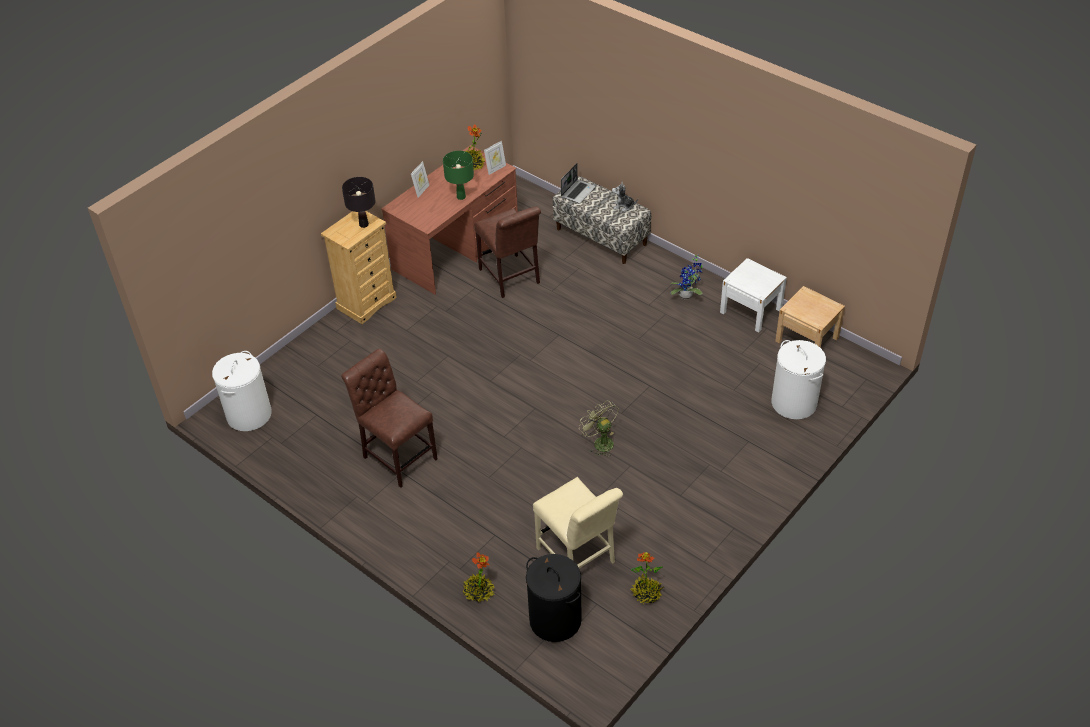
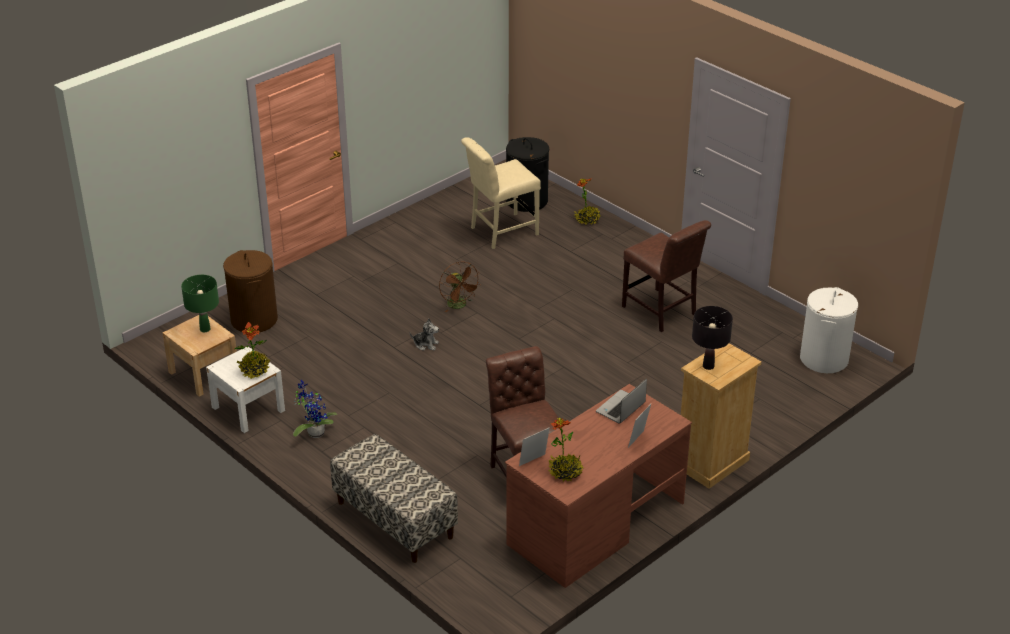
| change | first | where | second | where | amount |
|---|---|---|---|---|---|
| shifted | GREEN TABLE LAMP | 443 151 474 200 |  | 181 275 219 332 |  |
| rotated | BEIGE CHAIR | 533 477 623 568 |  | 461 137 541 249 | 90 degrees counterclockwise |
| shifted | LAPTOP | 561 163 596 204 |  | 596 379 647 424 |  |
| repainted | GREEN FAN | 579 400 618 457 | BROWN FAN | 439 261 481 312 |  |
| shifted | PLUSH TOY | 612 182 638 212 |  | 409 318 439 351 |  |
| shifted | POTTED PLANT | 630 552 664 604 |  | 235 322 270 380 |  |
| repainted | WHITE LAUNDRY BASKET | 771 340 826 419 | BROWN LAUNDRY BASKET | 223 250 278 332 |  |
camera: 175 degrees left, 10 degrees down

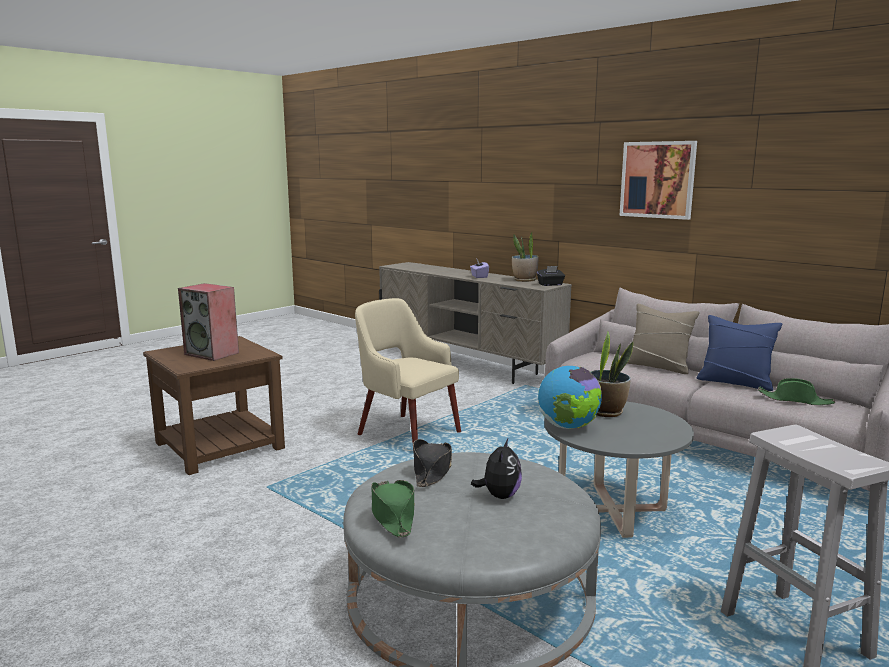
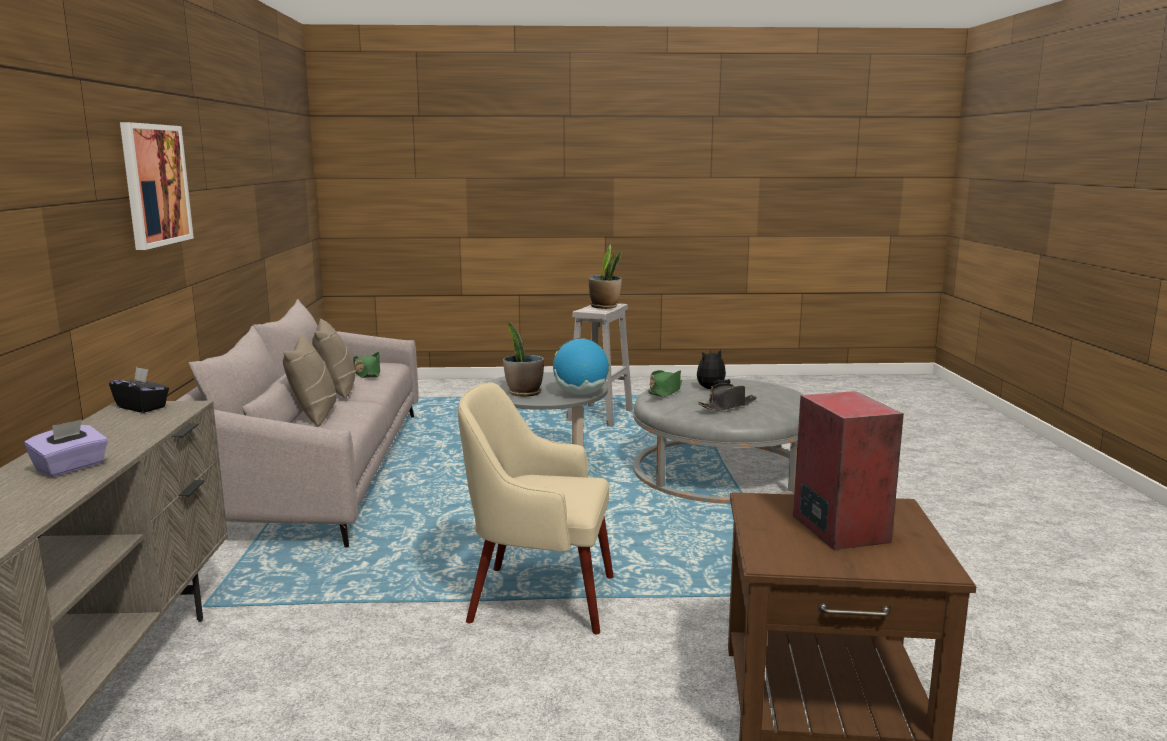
| change | first | where | second | where | amount |
|---|---|---|---|---|---|
| rotated | BEIGE ARMCHAIR | 355 298 461 452 |  | 458 382 614 634 | 105 degrees clockwise |
| shifted | GREEN HAT | 371 480 415 538 |  | 648 370 682 397 |  |
| shifted | POTTED PLANT | 512 232 538 282 |  | 589 244 622 309 |  |
| repainted | BLUE PILLOW | 697 315 782 391 | BEIGE PILLOW | 312 318 356 399 |  |
camera: 135 degrees left, 0 degrees up

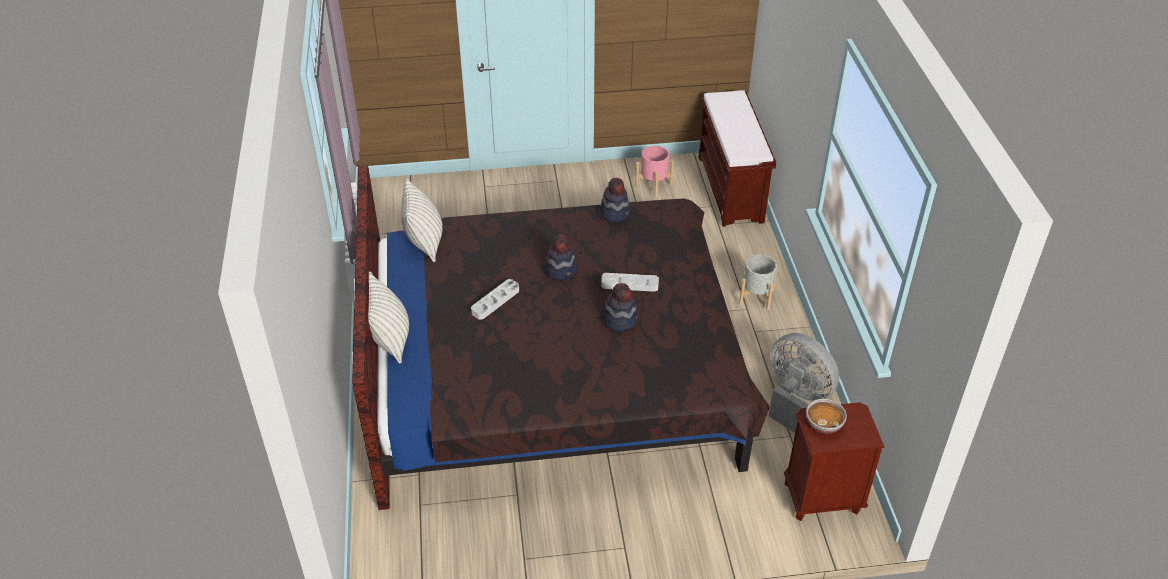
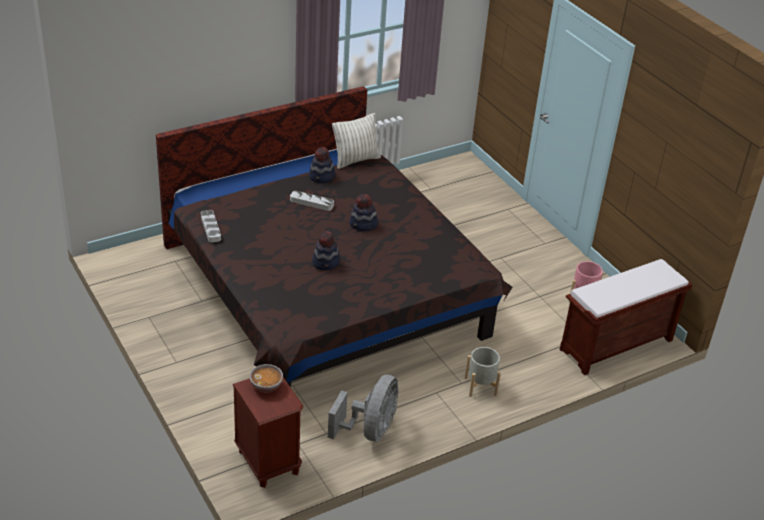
| change | first | where | second | where | amount |
|---|---|---|---|---|---|
| gone | PILLOW | 368 271 409 364 |  |  |  |
| shifted | HAT | 600 178 631 222 |  | 309 147 336 183 |  |
| shifted | GREY TRAY | 601 273 659 292 |  | 201 210 221 242 |  |
camera: 65 degrees right, 5 degrees down

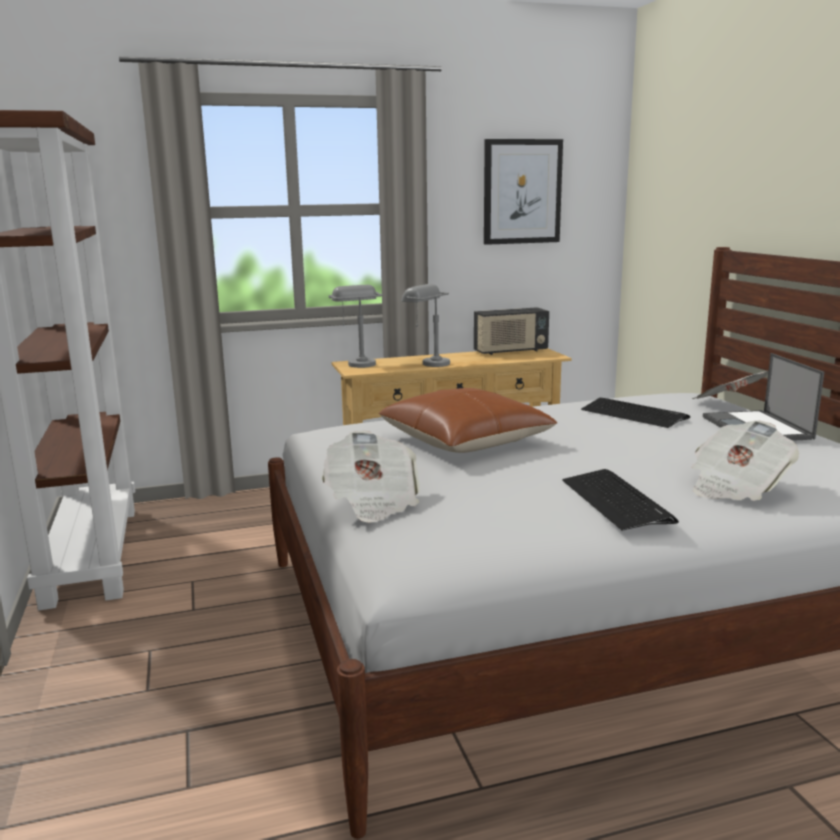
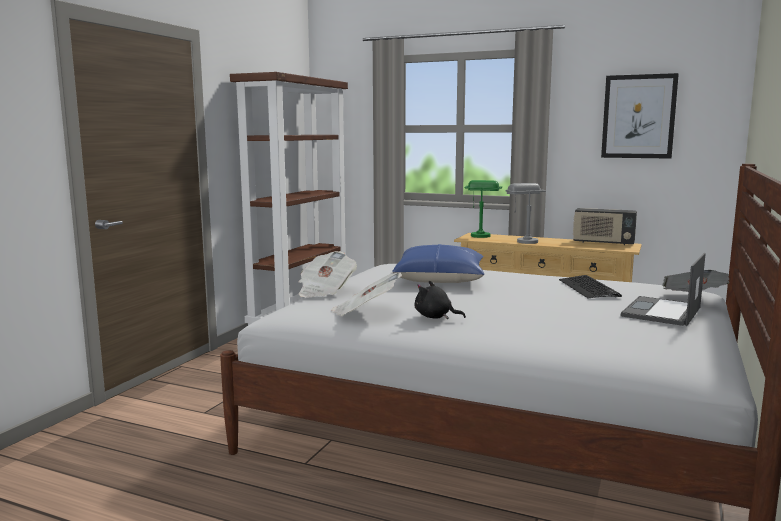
| change | first | where | second | where | amount |
|---|---|---|---|---|---|
| repainted | GREY TABLE LAMP | 329 285 383 368 | GREEN TABLE LAMP | 464 180 502 238 |  |
| repainted | BROWN PILLOW | 379 388 557 453 | BLUE PILLOW | 392 244 484 283 |  |
| swapped | KEYBOARD | 562 469 679 531 | BLACK PLUSH TOY | 415 281 466 319 |  |
| shifted | NEWSPAPER | 692 421 799 501 |  | 331 272 402 316 |  |
camera: 40 degrees right, 5 degrees down

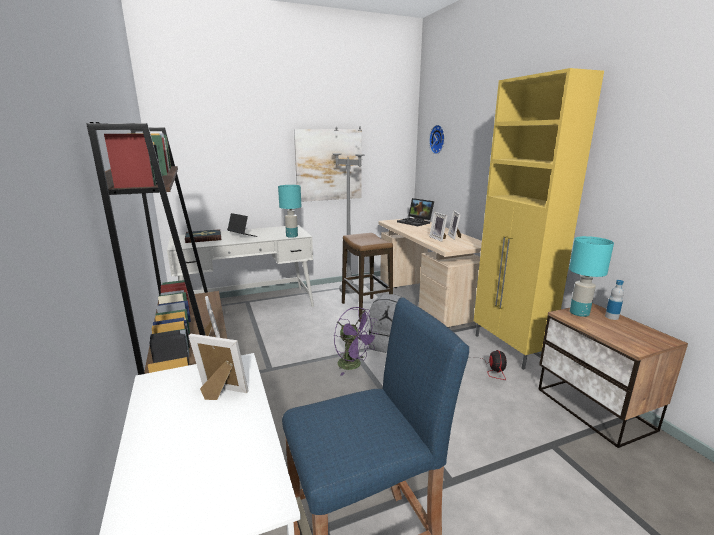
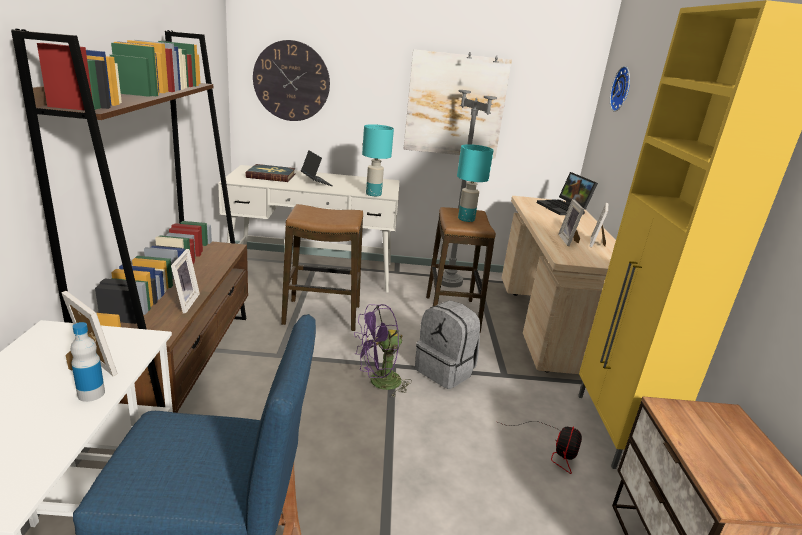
| change | first | where | second | where | amount |
|---|---|---|---|---|---|
| rotated | PURPLE FAN | 334 307 379 376 |  | 354 304 412 397 | 90 degrees clockwise |
| shifted | TURQUOISE TABLE LAMP | 569 236 614 317 |  | 457 144 493 222 |  |
| shifted | BOTTLE | 605 280 624 320 |  | 70 322 105 402 |  |
| new |  |  | WALL CLOCK | 253 40 330 121 |  |
| new |  |  | STOOL | 281 204 363 331 |  |
camera: 20 degrees right, 5 degrees up

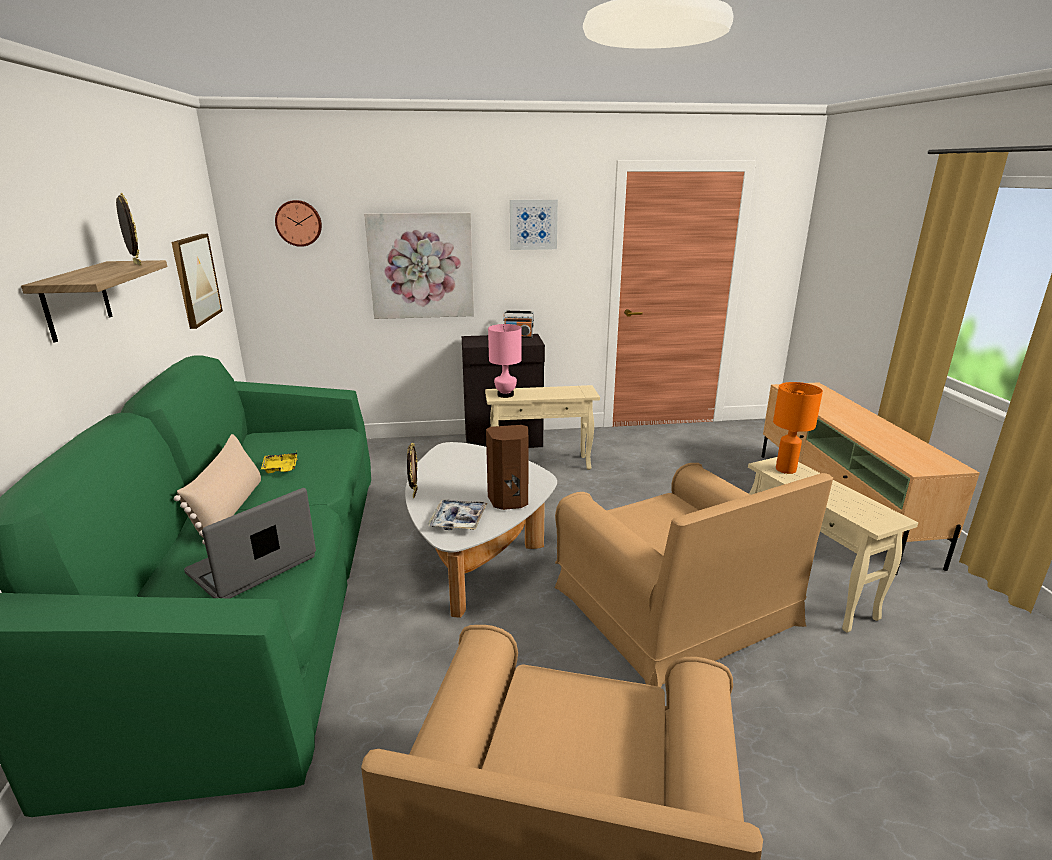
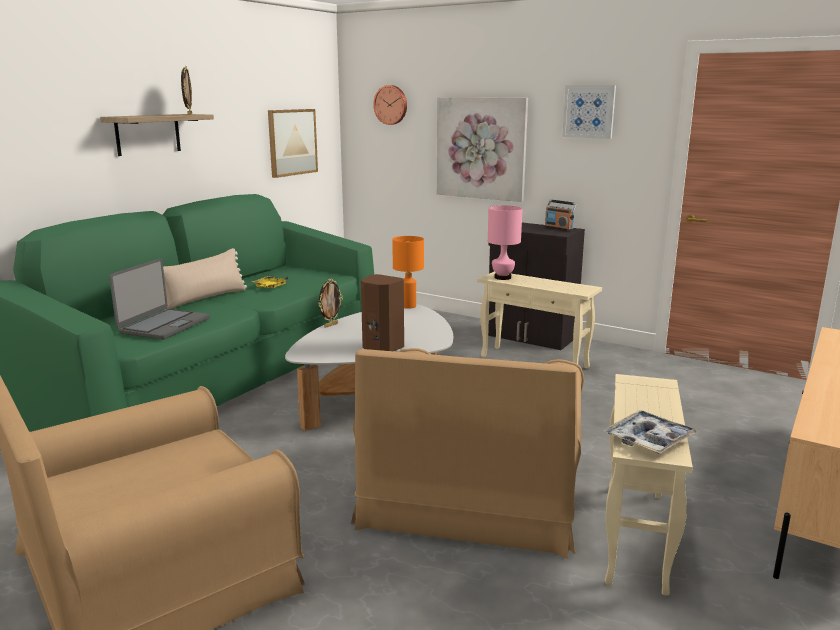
| change | first | where | second | where | amount |
|---|---|---|---|---|---|
| rotated | LAPTOP | 184 488 316 598 |  | 109 258 210 340 | 120 degrees clockwise |
| shifted | TRAY | 428 499 488 530 |  | 604 410 698 454 |  |
| shifted | ORANGE TABLE LAMP | 773 382 823 474 |  | 392 236 424 309 |  |
camera: 40 degrees right, 5 degrees down

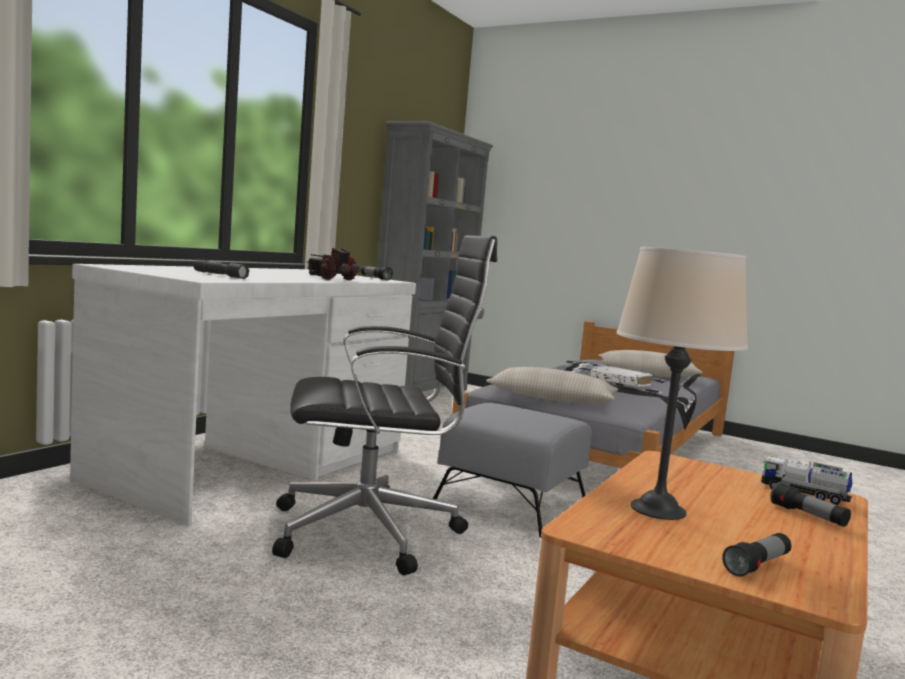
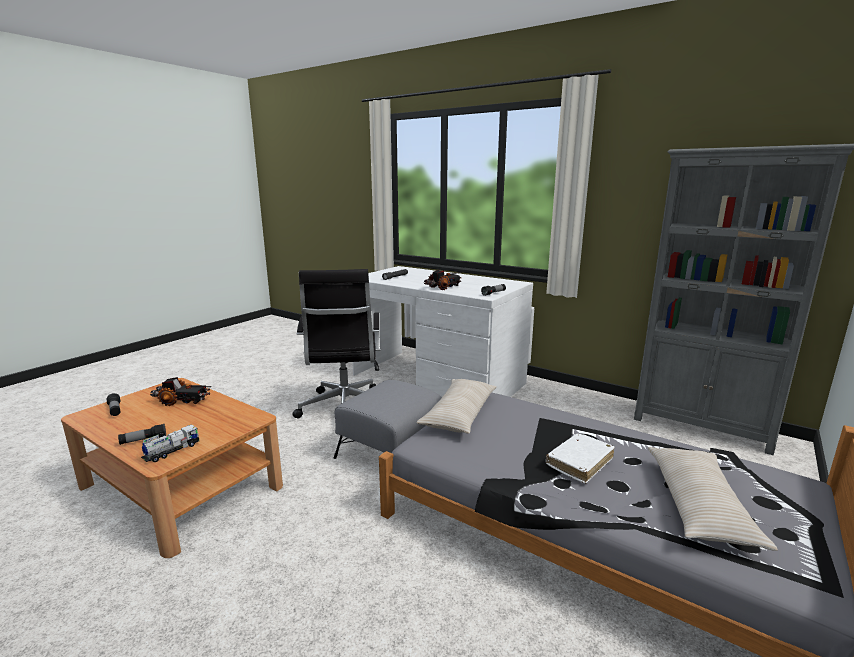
| change | first | where | second | where | amount |
|---|---|---|---|---|---|
| swapped | BEIGE TABLE LAMP | 617 247 748 520 | TOY TRUCK | 150 377 211 406 |  |
camera: 95 degrees right, 10 degrees up

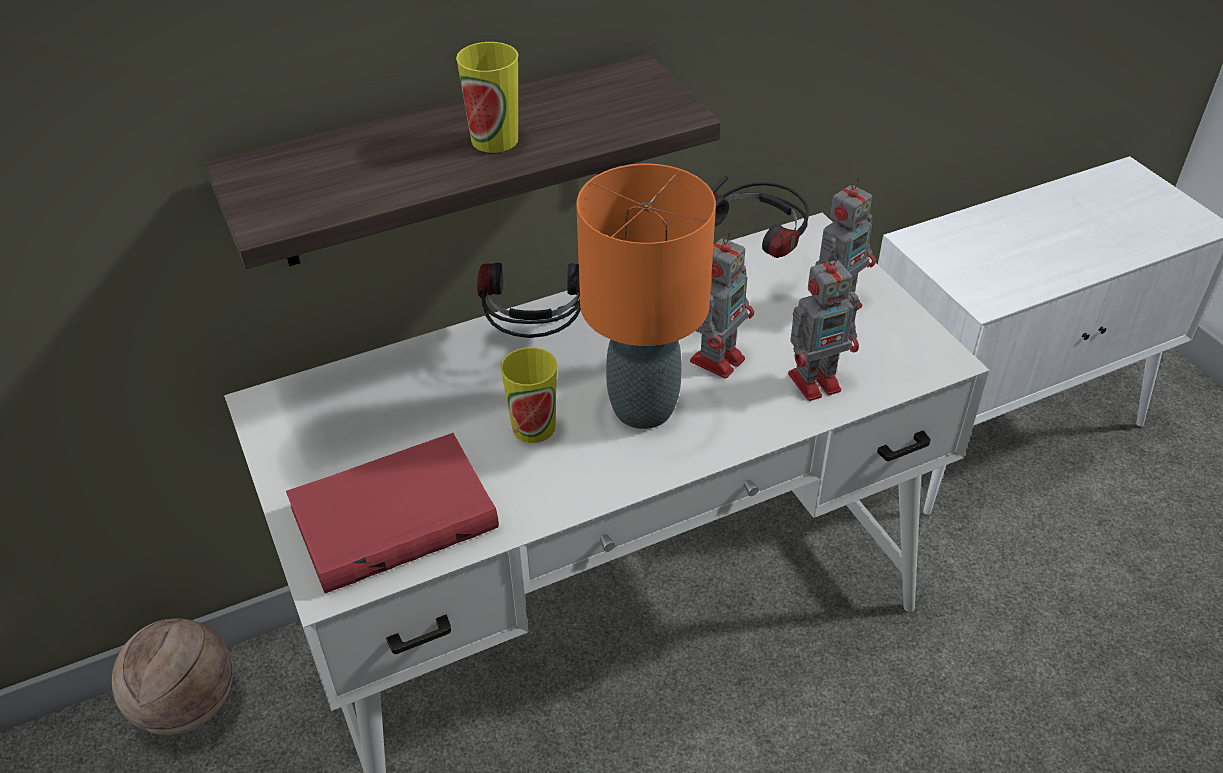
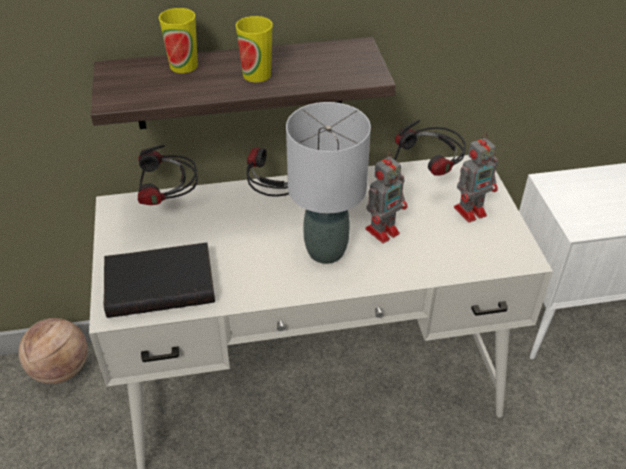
| change | first | where | second | where | amount |
|---|---|---|---|---|---|
| repainted | RED BOOK | 286 433 499 593 | BLACK BOOK | 103 242 215 318 |  |
| shifted | CUP | 500 347 557 443 |  | 159 8 198 73 |  |
| repainted | ORANGE TABLE LAMP | 576 164 716 429 | GREY TABLE LAMP | 286 102 371 264 |  |
| gone | TOY ROBOT | 788 253 859 401 |  |  |  |
| new |  |  | HEADPHONES | 138 145 198 205 |  |
camera: 15 degrees right, 0 degrees up

